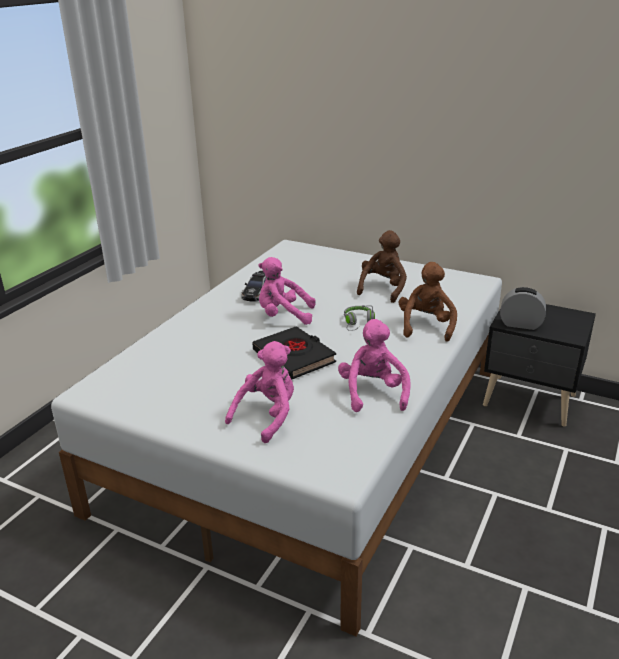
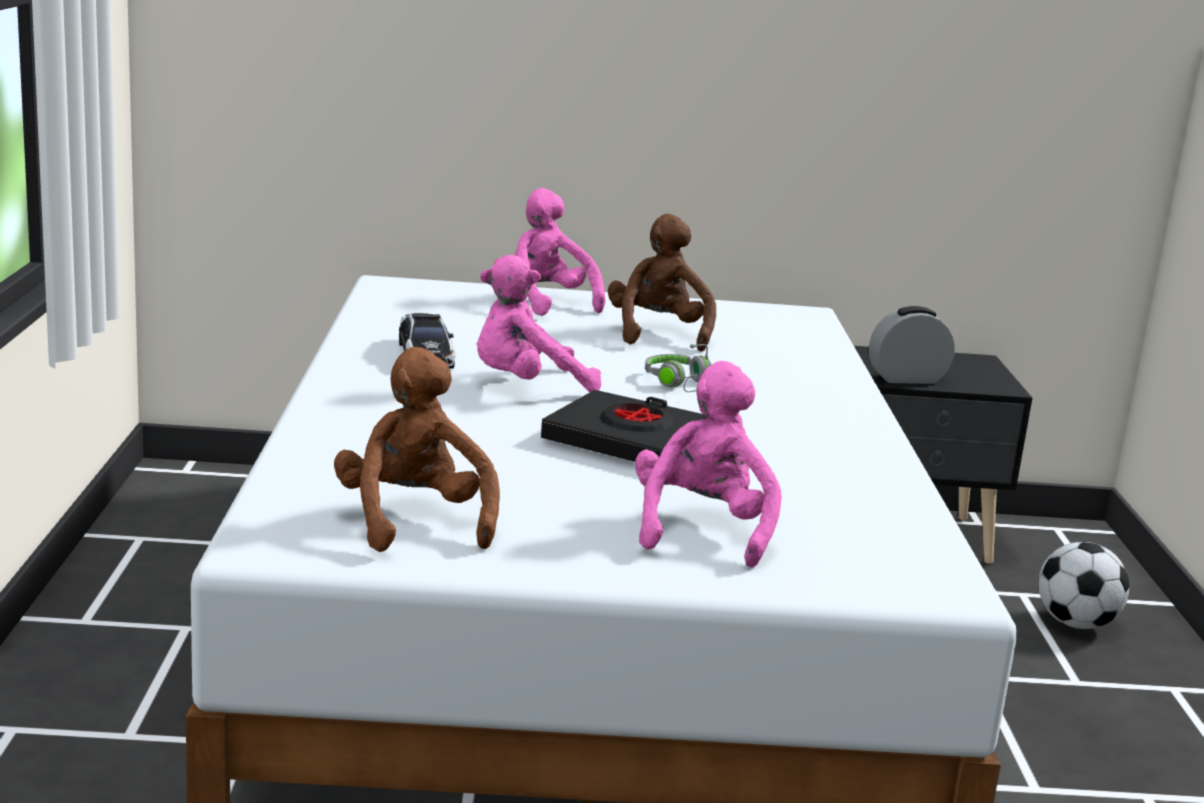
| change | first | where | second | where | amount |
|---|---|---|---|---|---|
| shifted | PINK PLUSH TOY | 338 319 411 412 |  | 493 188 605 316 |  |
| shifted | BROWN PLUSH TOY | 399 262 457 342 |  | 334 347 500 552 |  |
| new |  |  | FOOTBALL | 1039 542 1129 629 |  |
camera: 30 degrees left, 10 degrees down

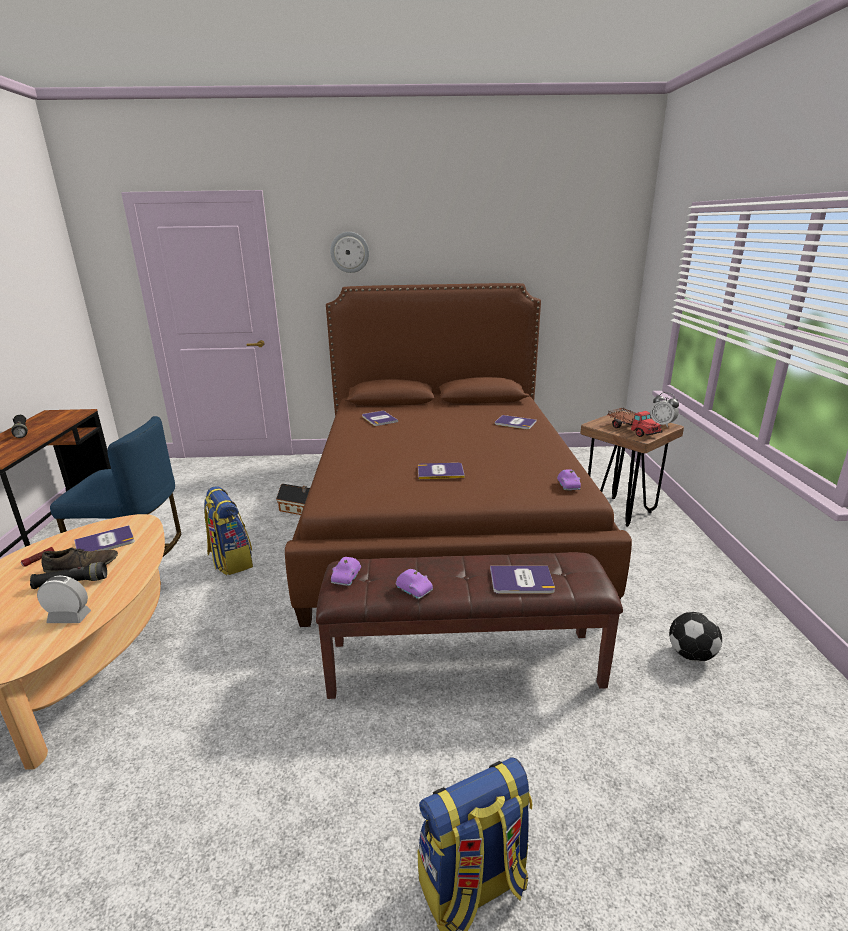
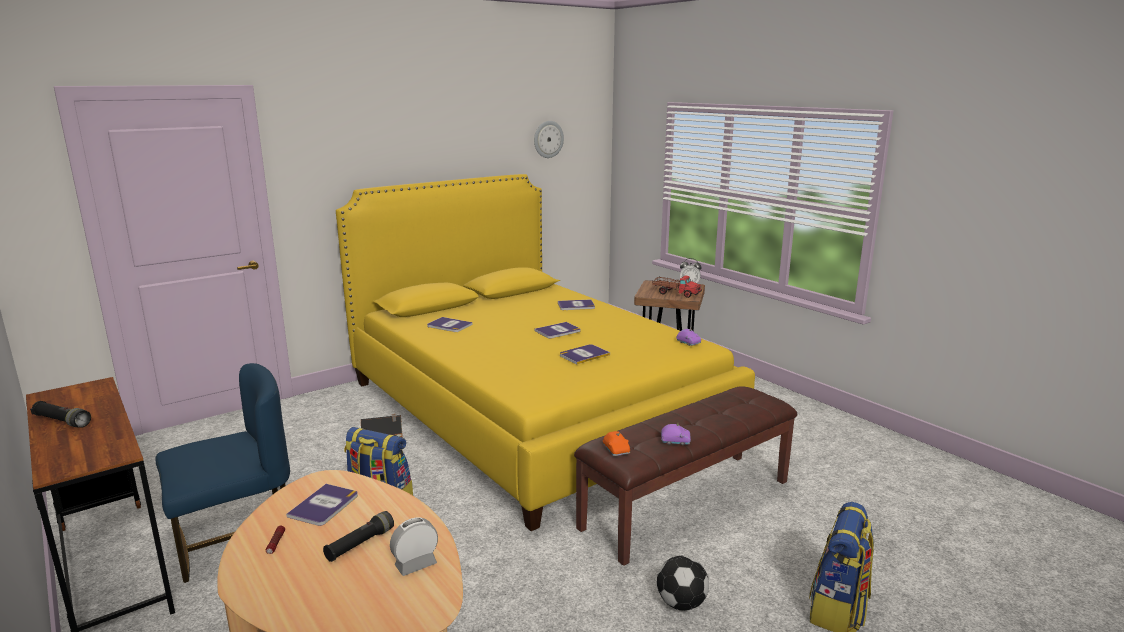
| change | first | where | second | where | amount |
|---|---|---|---|---|---|
| gone | BROWN SHOE | 41 547 118 573 |  |  |  |
| repainted | BROWN BED | 285 283 632 627 | YELLOW BED | 336 174 755 531 |  |
| shifted | WALL CLOCK | 330 232 369 273 |  | 534 121 564 158 |  |
| repainted | PURPLE TOY CAR | 331 557 361 586 | ORANGE TOY CAR | 603 431 630 456 |  |
| shifted | BOOK | 490 566 555 594 |  | 535 322 580 339 |  |
| shifted | FOOTBALL | 669 612 722 662 |  | 657 556 709 611 |  |
camera: 35 degrees left, 5 degrees down

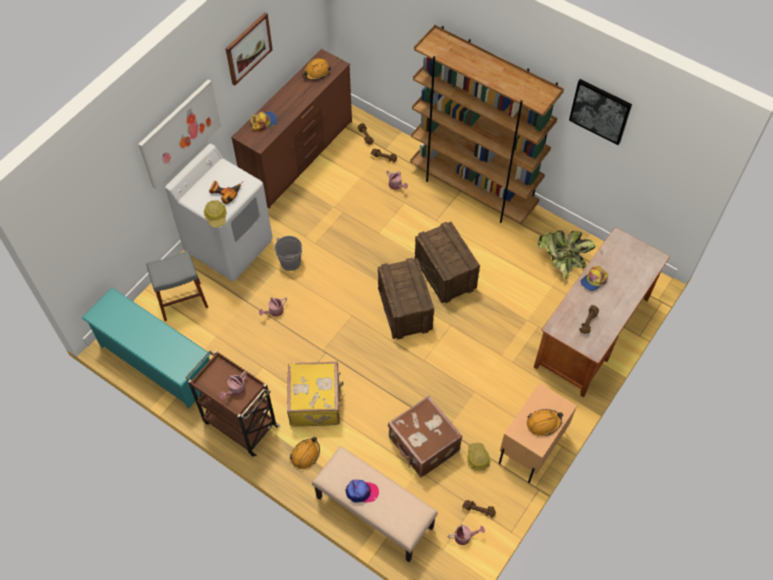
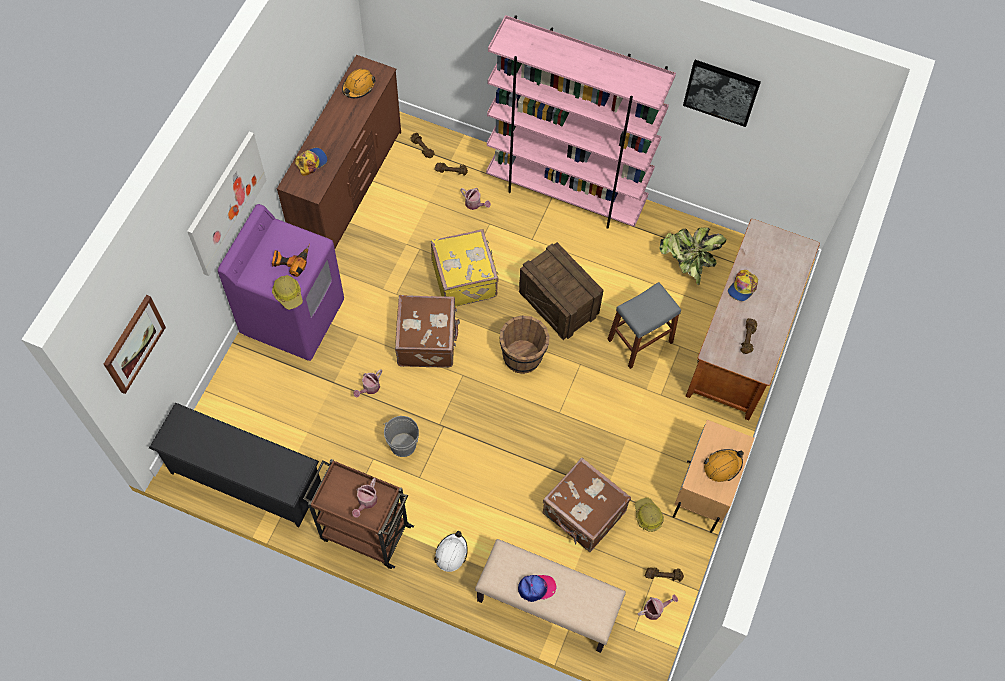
| change | first | where | second | where | amount |
|---|---|---|---|---|---|
| repainted | TURQUOISE SHOE RACK | 82 288 211 409 | BLACK SHOE RACK | 149 403 321 527 |  |
| shifted | GREY STOOL | 146 250 208 321 |  | 607 282 681 369 |  |
| repainted | WHITE WASHING MACHINE | 165 144 273 281 | PURPLE WASHING MACHINE | 218 204 344 361 |  |
| shifted | PICTURE | 225 12 273 85 |  | 104 295 166 394 |  |
| shifted | GREY BUCKET | 275 236 302 271 |  | 383 416 419 457 |  |
| shifted | YELLOW SUITCASE | 287 362 344 427 |  | 431 229 499 307 |  |
| repainted | ORANGE HARD HAT | 290 437 320 469 | WHITE HARD HAT | 434 531 468 572 |  |
| swapped | CRATE | 378 258 434 340 | BROWN BUCKET | 500 315 550 374 |  |
| repainted | BROWN BOOKCASE | 410 25 564 224 | PINK BOOKCASE | 486 15 676 229 |  |
| new |  |  | BROWN SUITCASE | 395 295 460 368 |  |
camera: 15 degrees left, 5 degrees up

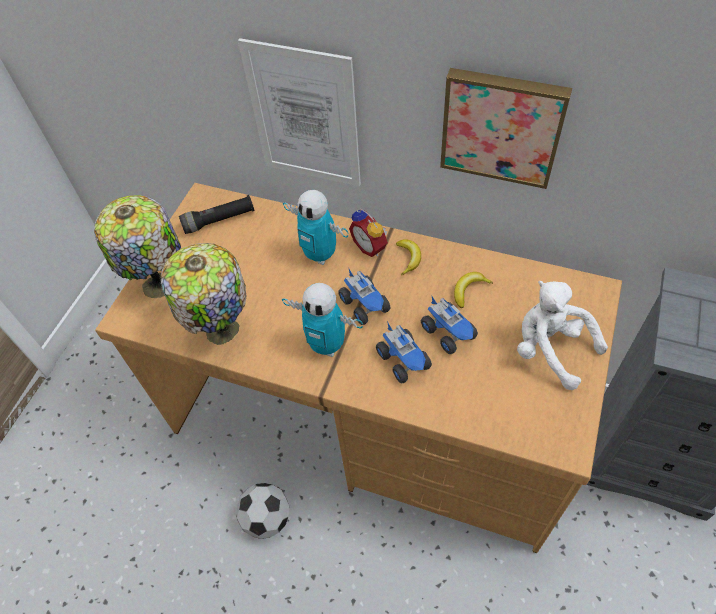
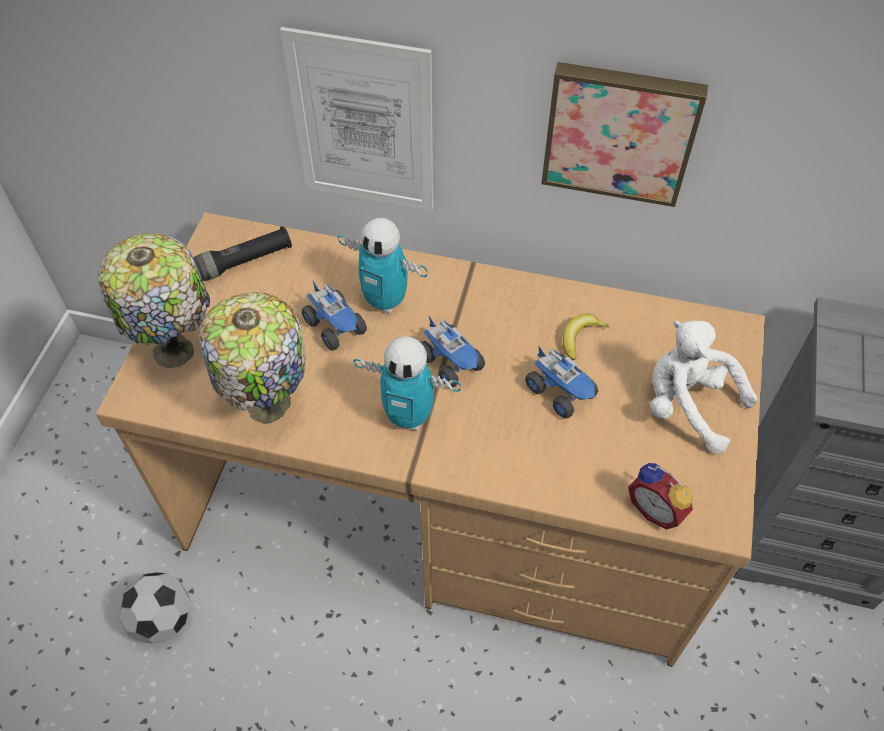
| change | first | where | second | where | amount |
|---|---|---|---|---|---|
| shifted | FOOTBALL | 236 483 290 539 |  | 119 572 190 643 |  |
| shifted | ALARM CLOCK | 349 209 388 257 |  | 628 463 693 530 |  |
| shifted | TOY TRUCK | 376 321 432 383 |  | 302 281 367 351 |  |
| gone | BANANA | 396 239 421 275 |  |  |  |
camera: 10 degrees left, 0 degrees up

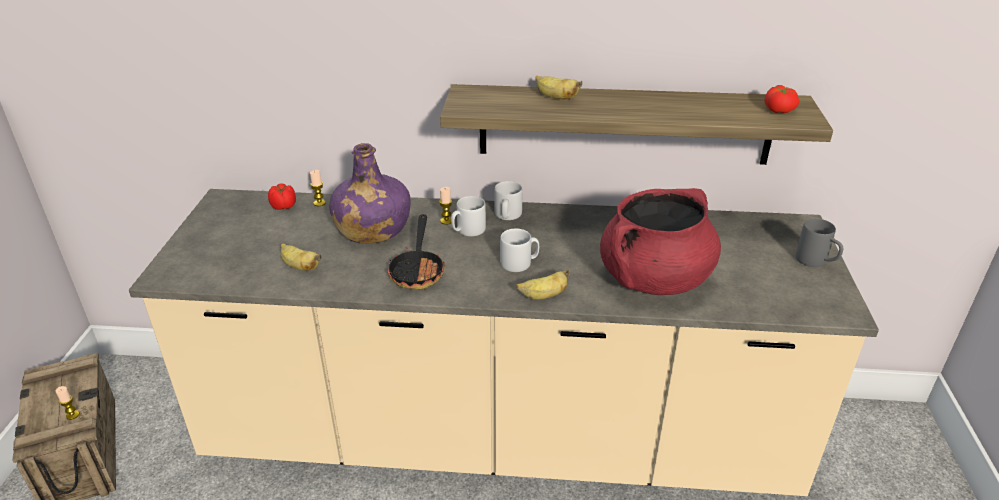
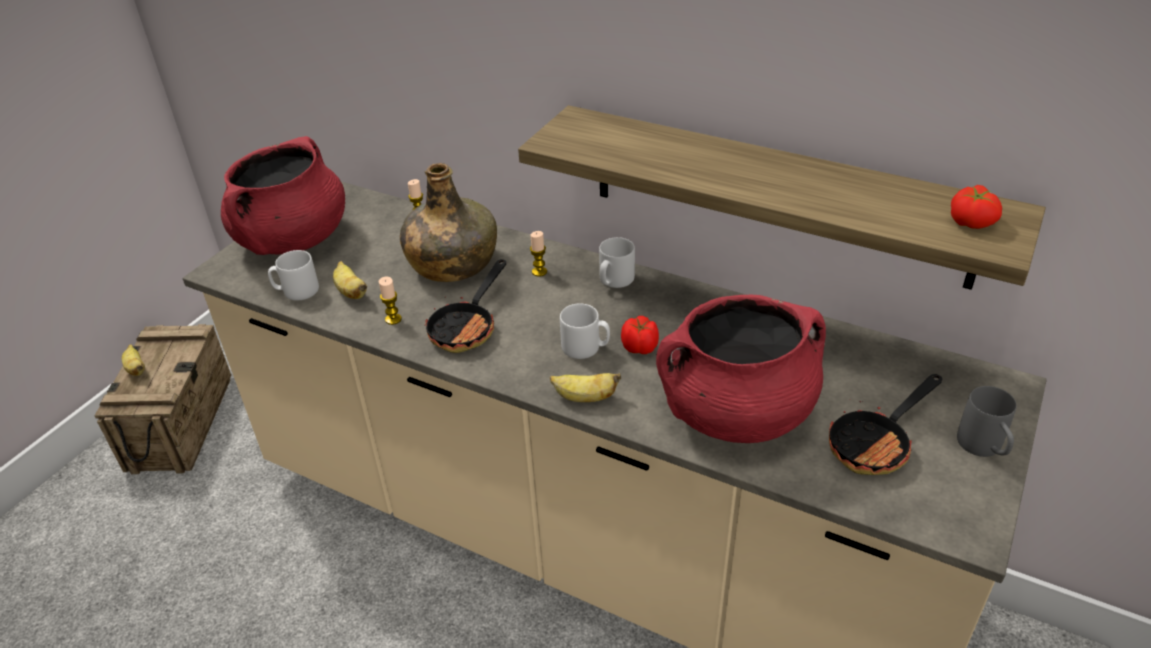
| change | first | where | second | where | amount |
|---|---|---|---|---|---|
| shifted | CANDLE | 56 386 79 420 |  | 379 277 402 325 |  |
| shifted | TOMATO | 268 183 296 210 |  | 621 316 659 354 |  |
| repainted | PURPLE BOTTLE | 329 143 410 244 | GREEN BOTTLE | 400 163 497 282 |  |
| shifted | GREY MUG | 451 196 486 237 |  | 268 250 319 300 |  |
| shifted | BANANA | 536 75 582 99 |  | 122 344 145 376 |  |
| new |  |  | RED COOKING POT | 221 136 345 255 |  |
| new |  |  | FRYING PAN | 829 374 942 475 |  |
camera: 25 degrees right, 5 degrees up

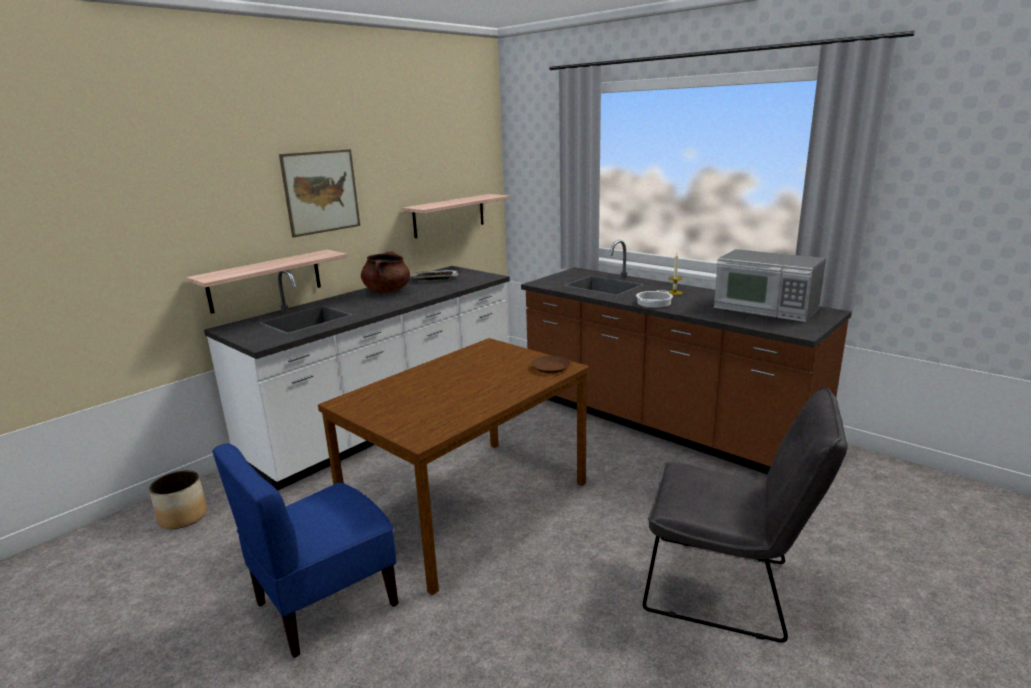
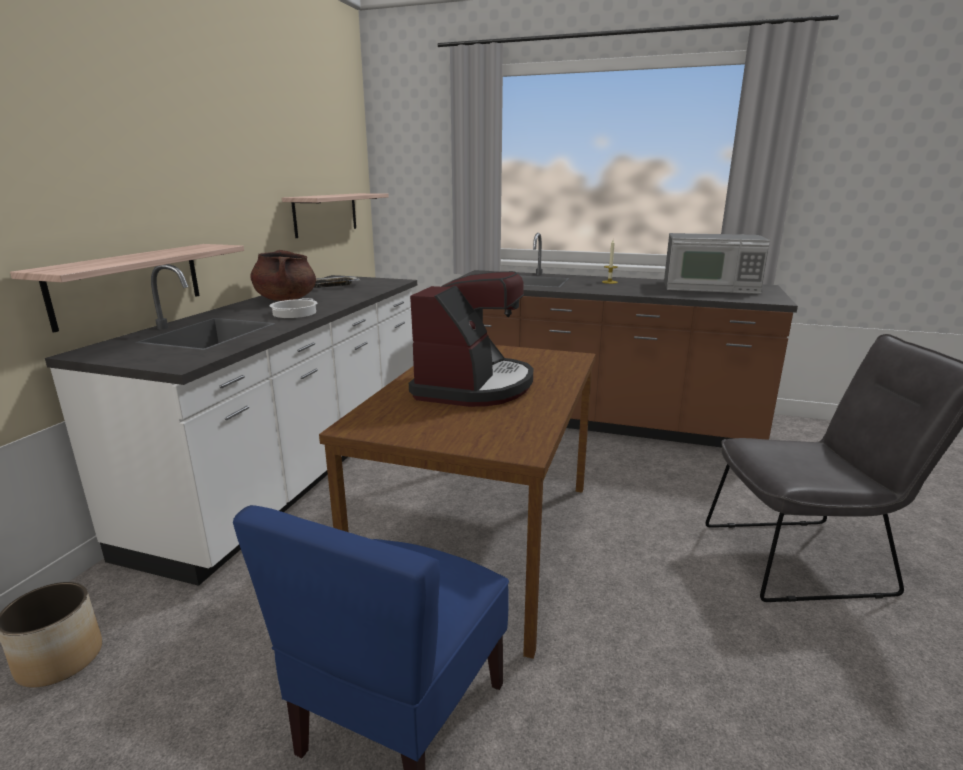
| change | first | where | second | where | amount |
|---|---|---|---|---|---|
| gone | PICTURE | 279 149 360 237 |  |  |  |
| gone | BROWN PLATE | 531 356 571 373 |  |  |  |
| shifted | COOKING POT | 636 290 673 308 |  | 270 298 317 318 |  |
| new |  |  | COFFEE MACHINE | 409 271 533 407 |  |
camera: 25 degrees left, 0 degrees up

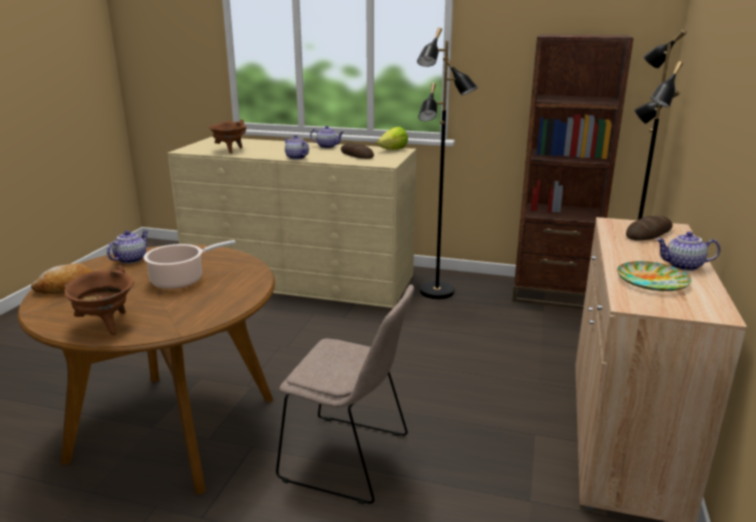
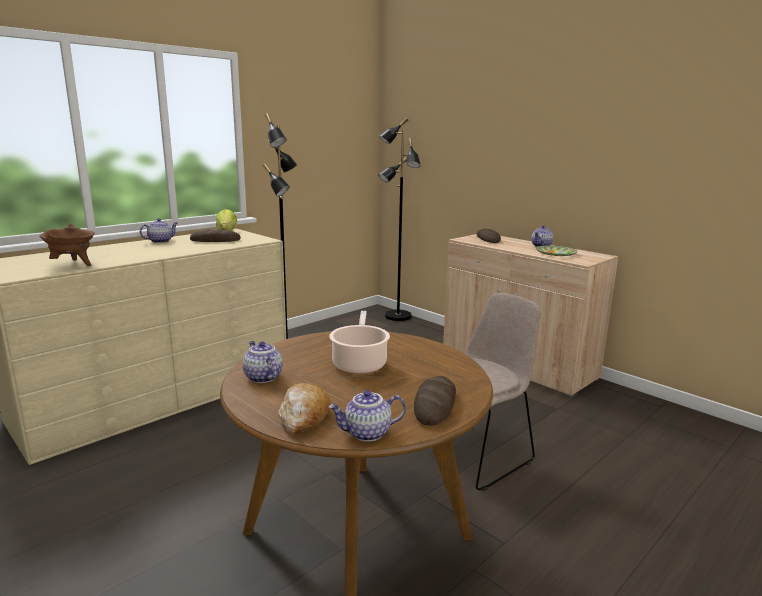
| change | first | where | second | where | amount |
|---|---|---|---|---|---|
| swapped | BROWN COOKING POT | 64 265 134 335 | BREAD | 414 376 456 426 |  |
| shifted | TEAPOT | 284 135 309 160 |  | 328 390 406 442 |  |
| gone | BROWN BOOKCASE | 512 34 634 309 |  |  |  |
camera: 60 degrees left, 5 degrees down

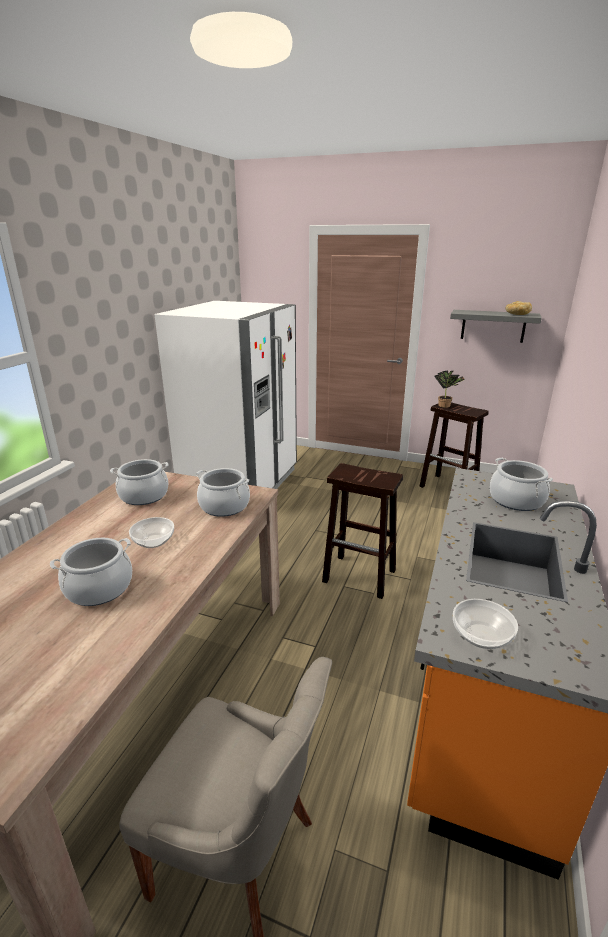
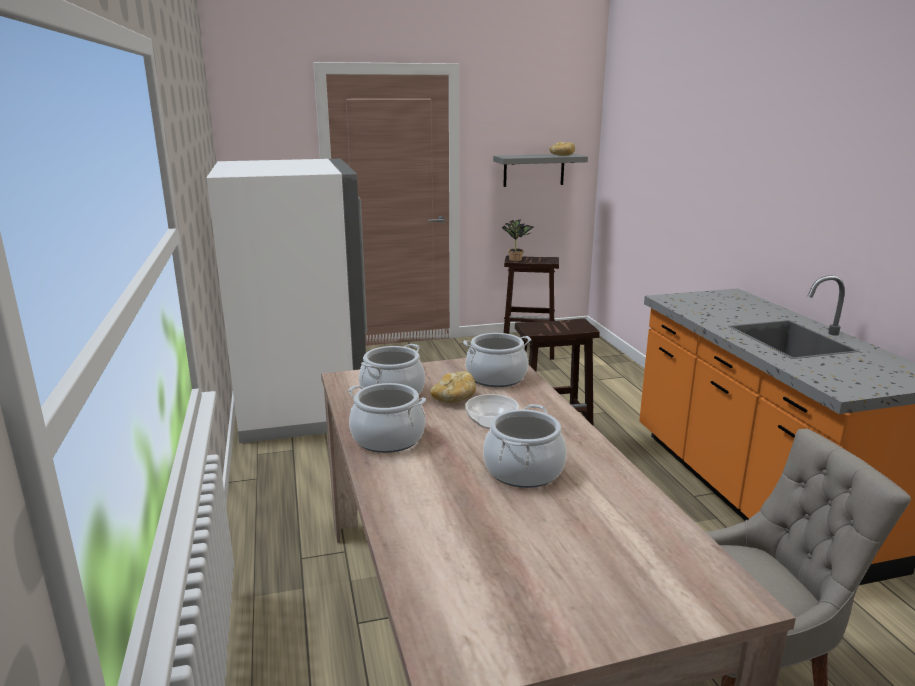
| change | first | where | second | where | amount |
|---|---|---|---|---|---|
| gone | BOWL | 453 599 518 649 |  |  |  |
| shifted | COOKING POT | 490 458 553 511 |  | 348 383 426 453 |  |
| new |  |  | BREAD | 430 371 476 403 |  |
camera: 35 degrees left, 5 degrees down

